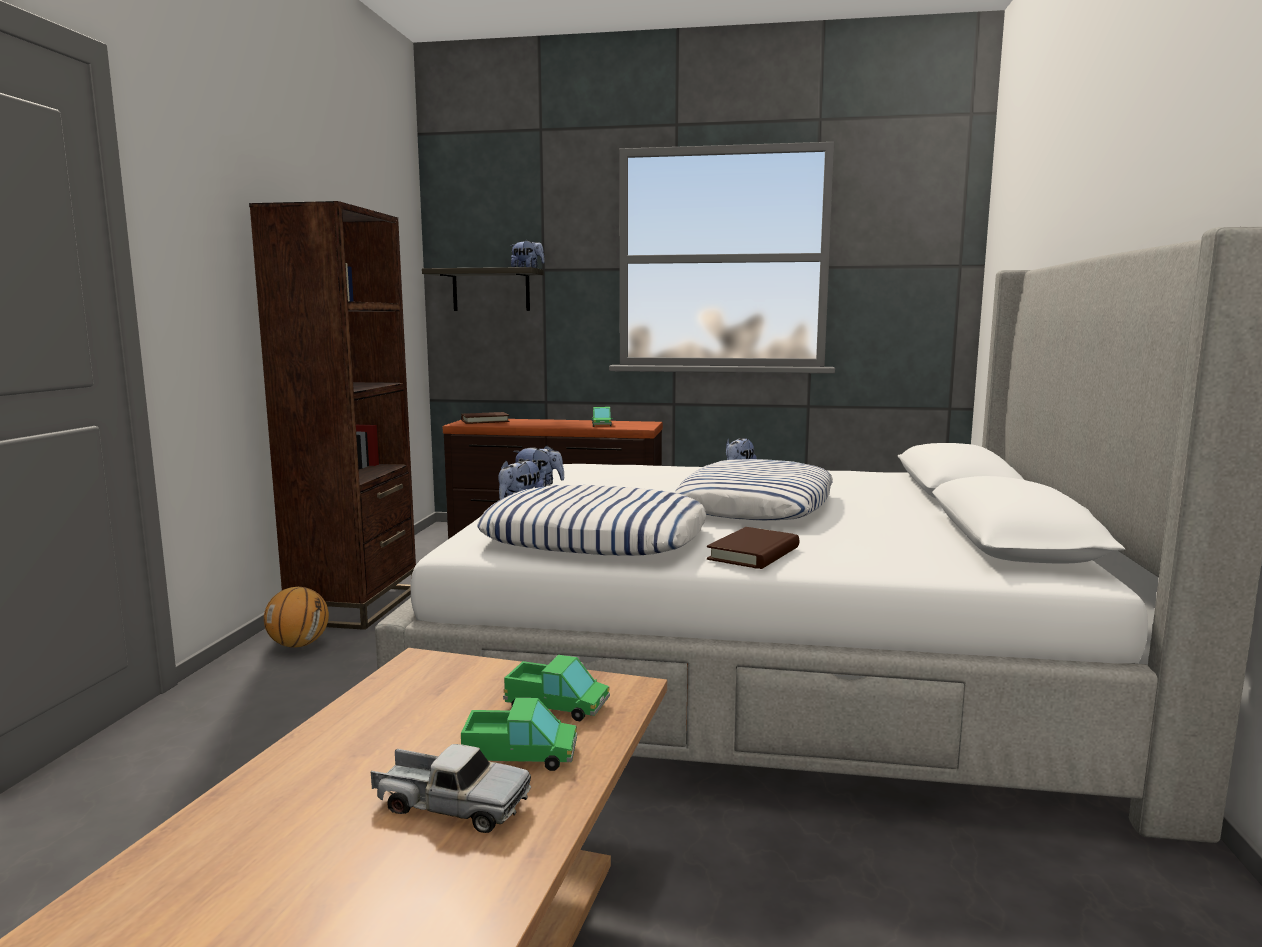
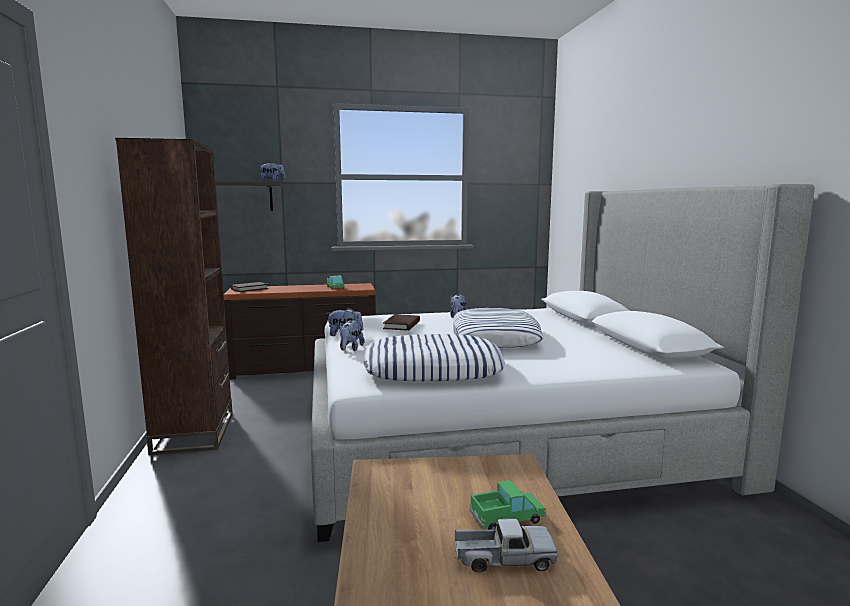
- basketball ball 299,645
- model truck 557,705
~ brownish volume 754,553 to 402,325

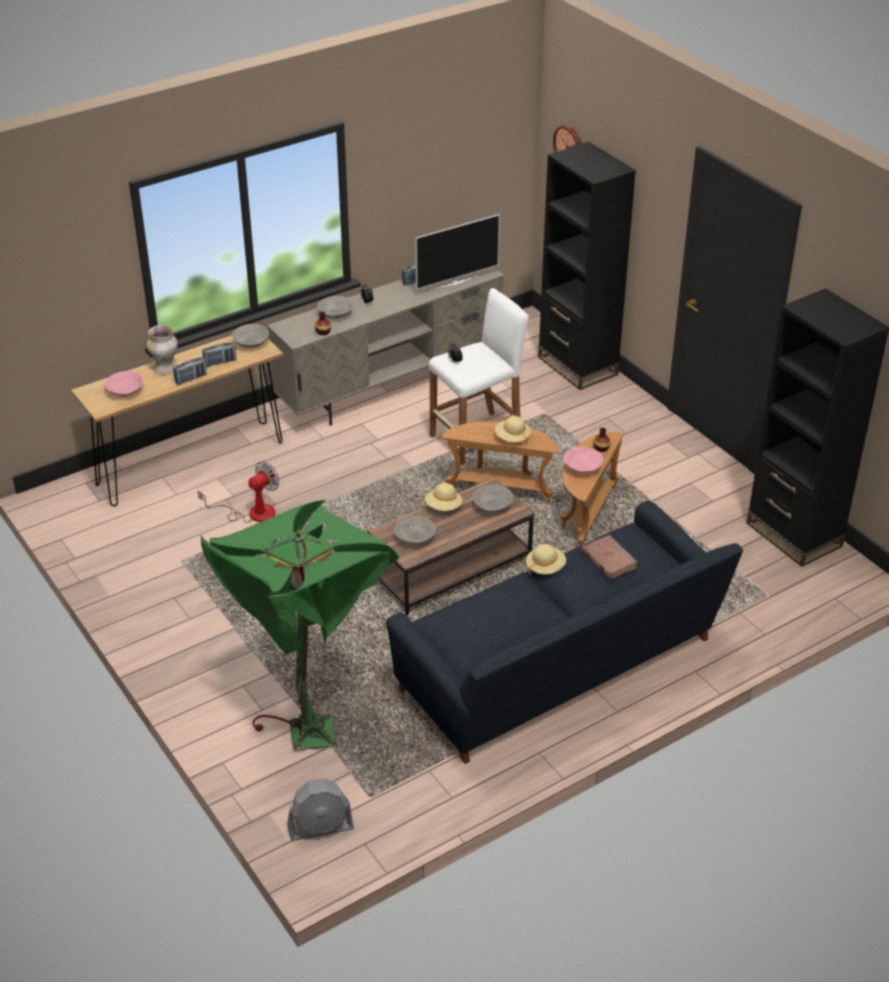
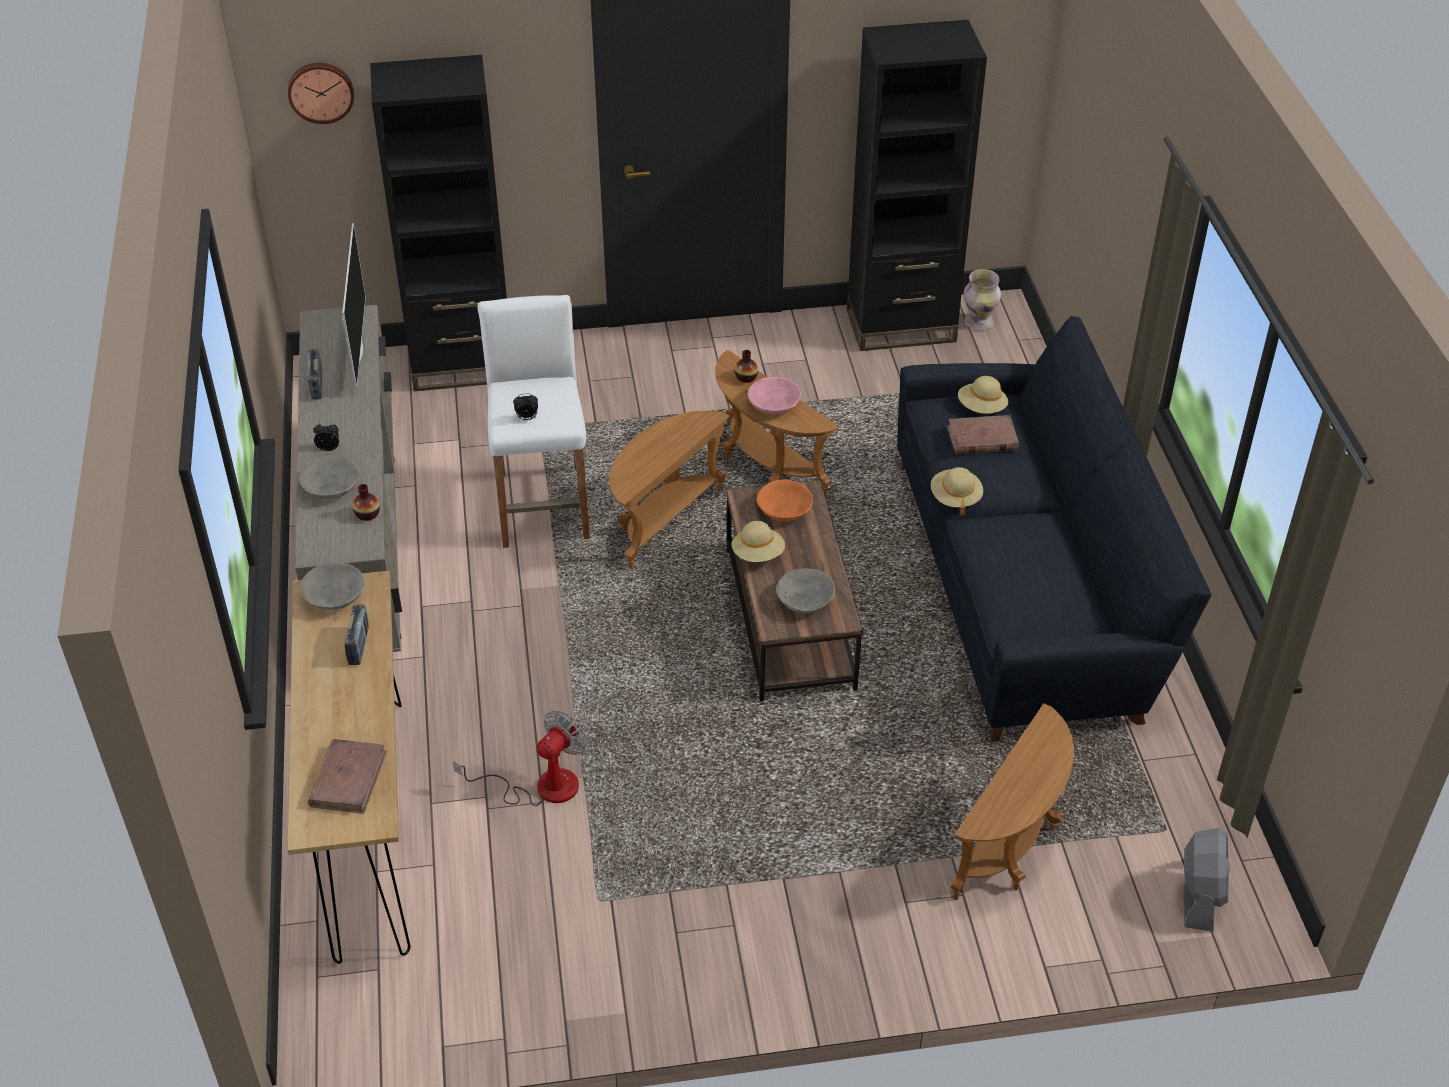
- radio set 191,379
~ decorative vase 165,368 to 979,322
~ beige hat 512,438 to 981,408
~ pink-coloured deep dish 125,391 to brownish volume 348,779
~ green floor lamp 312,723 to brownish accent table 1012,848
~ greyish deep dish 492,506 to orange deep dish 784,510
~ fan 252,513 = 541,786 60 degrees clockwise

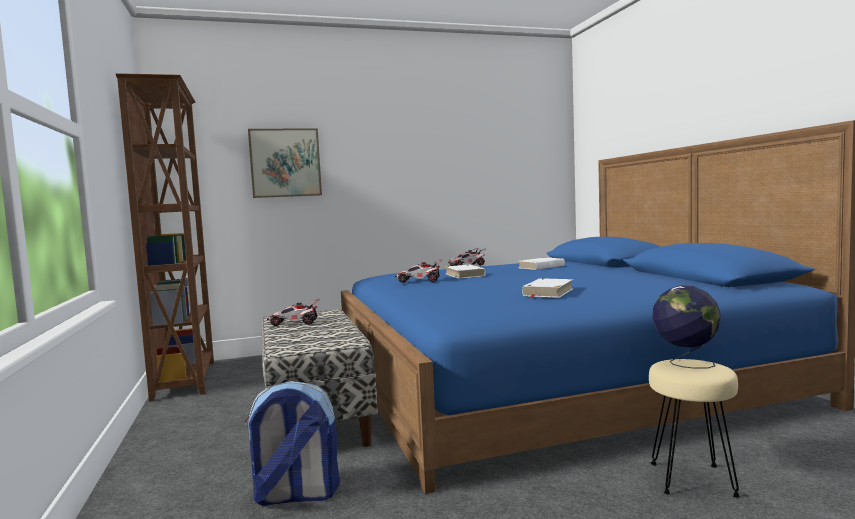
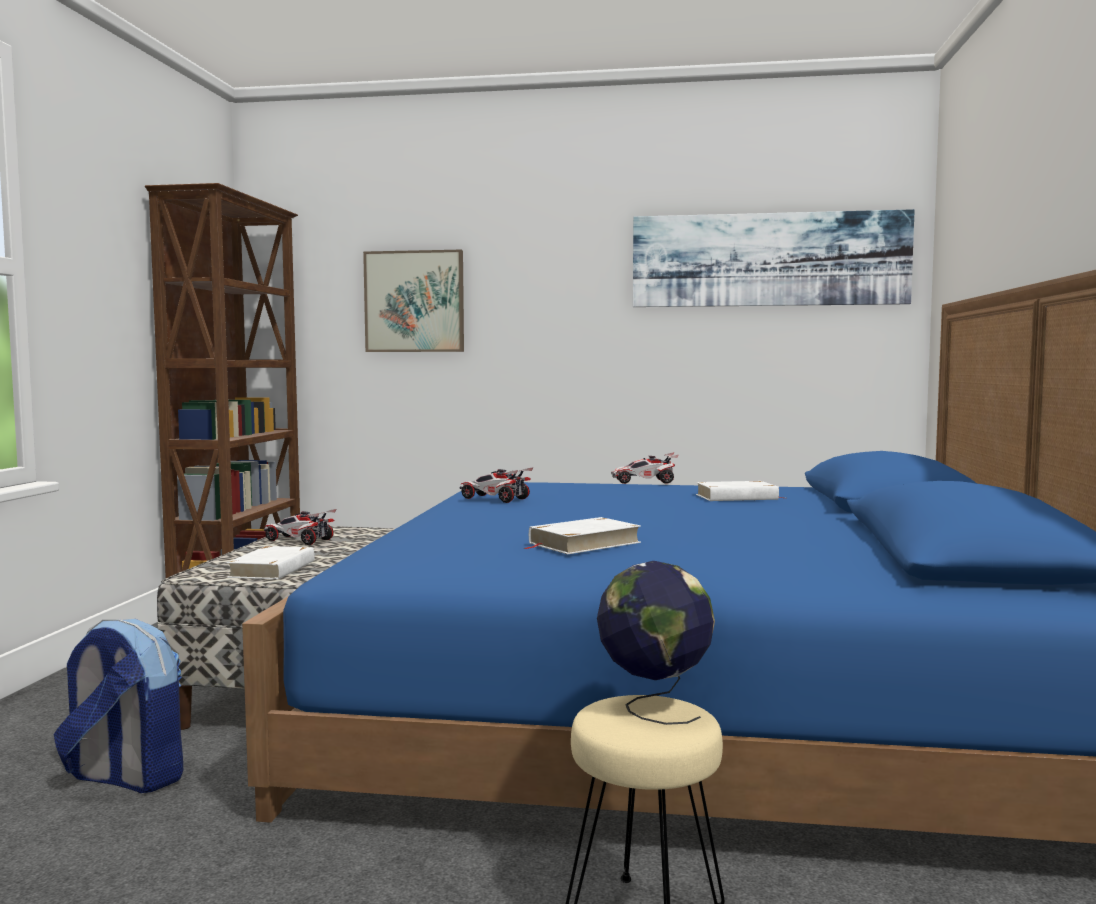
+ picture 769,260
~ white-coloured volume 465,275 to 273,569

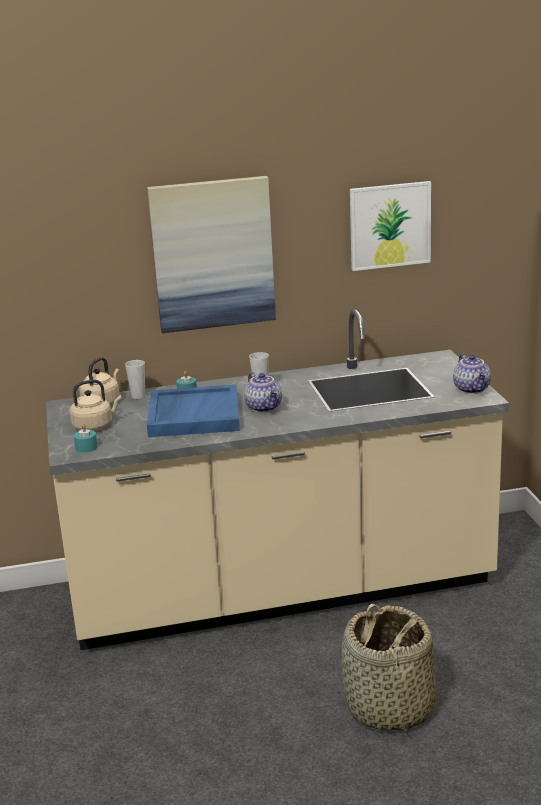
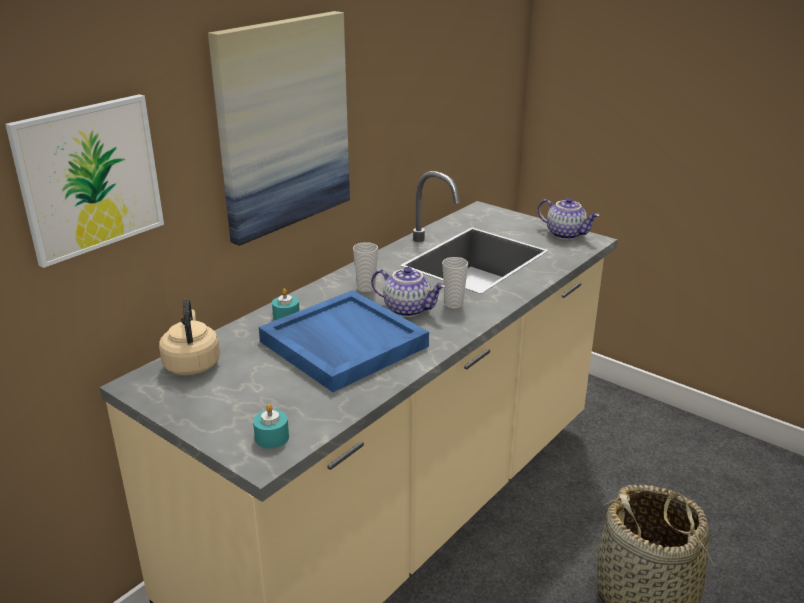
- beige kettle 95,426
~ drinking cup 138,396 to 453,304
~ picture 390,225 to 89,178

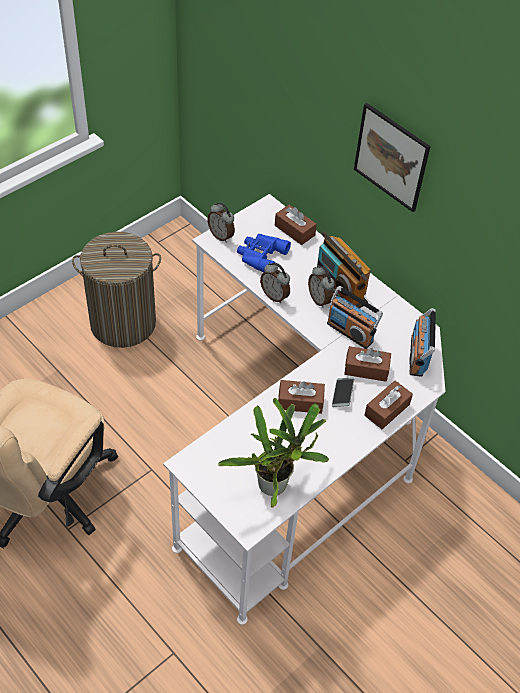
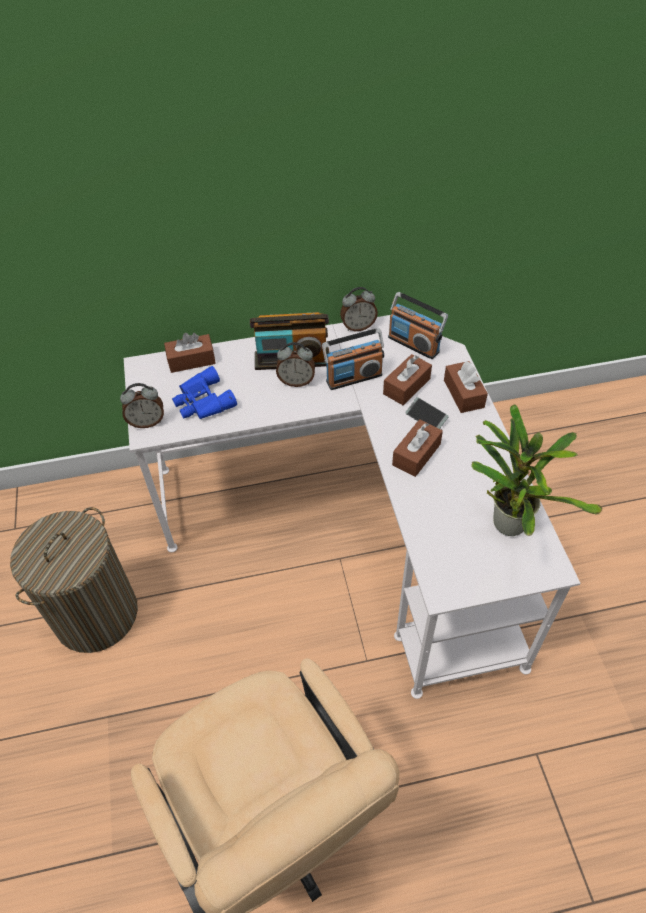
- picture 391,157
~ table clock 275,296 to 358,326

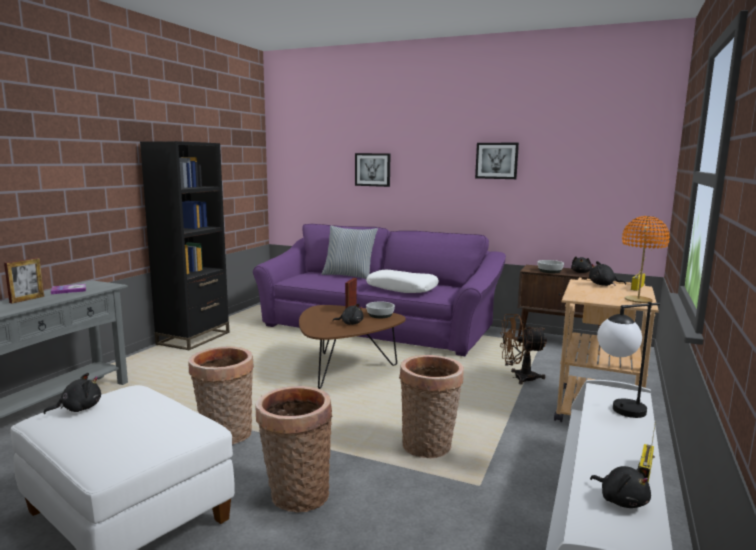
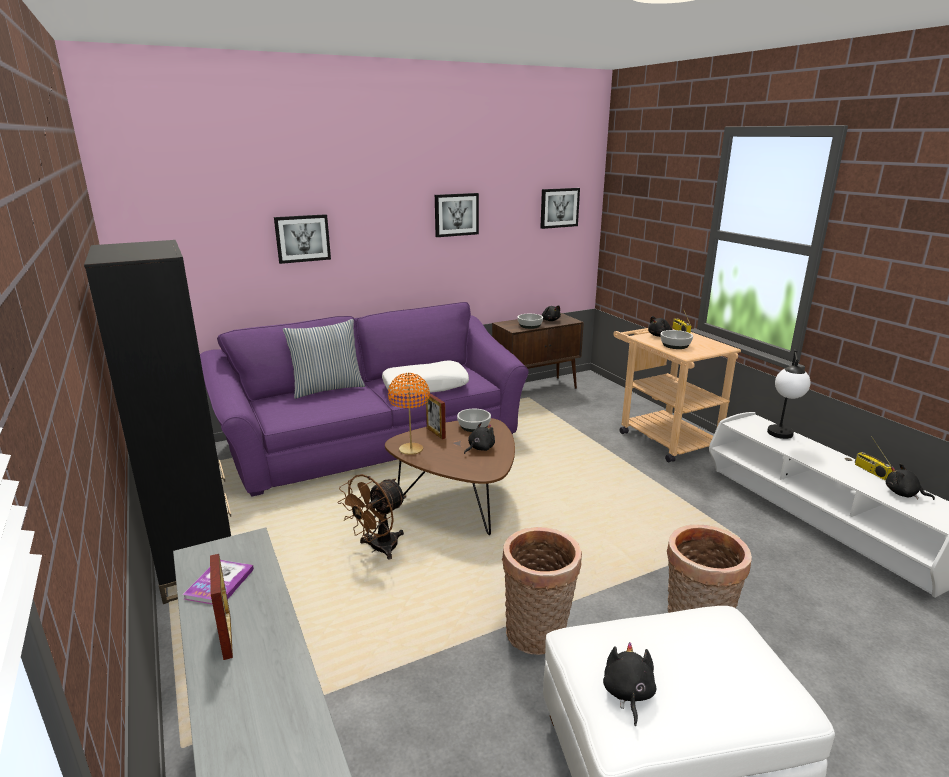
- basket 429,447
+ picture 559,208
+ deep dish 675,345
~ brownish fan 519,378 to 378,549
~ orange lamp for a table 637,300 to 410,450
~ blackish soft toy 621,500 = 903,494 150 degrees counterclockwise

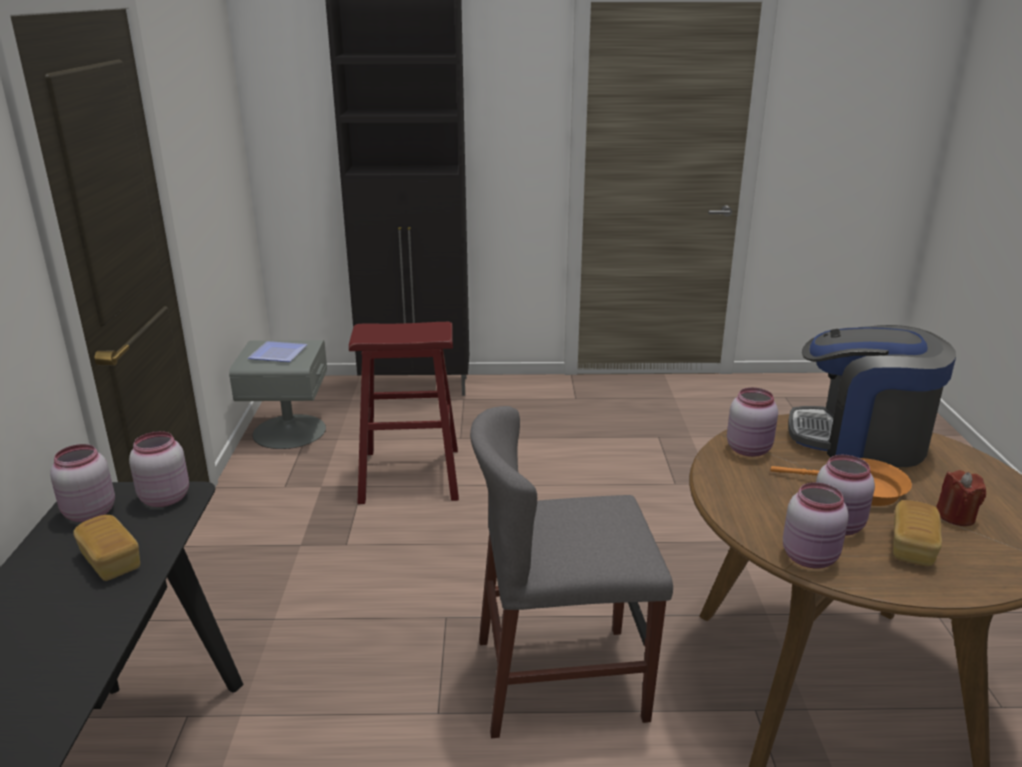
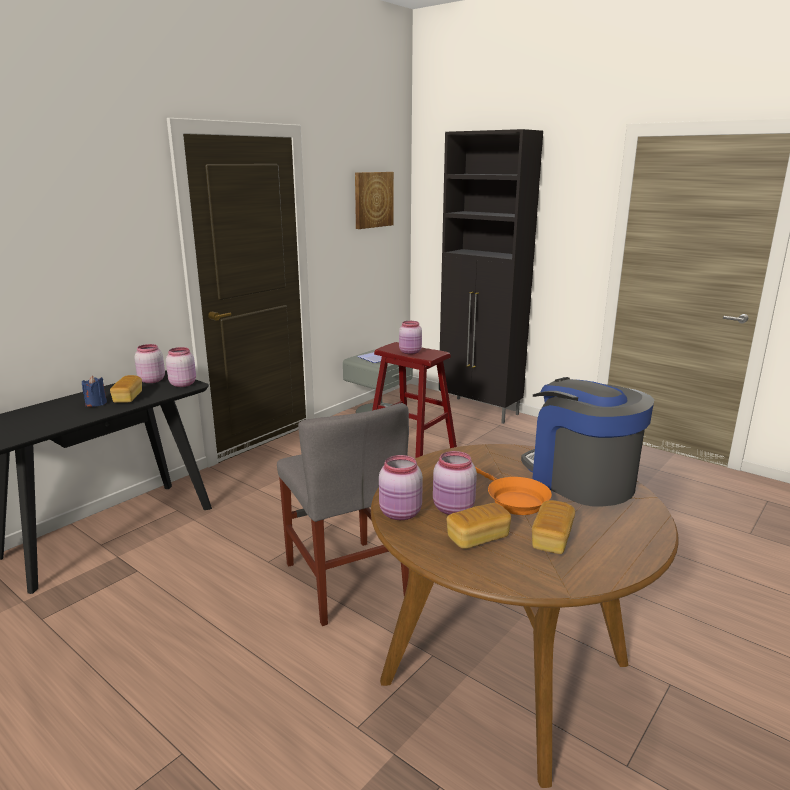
+ blue wax light 96,403
+ picture 373,199
~ pink-coloured storage jar 750,449 to 410,352
~ red wax light 955,516 to baked bread 552,539
~ greyish plain chair 561,679 = 346,579 150 degrees counterclockwise

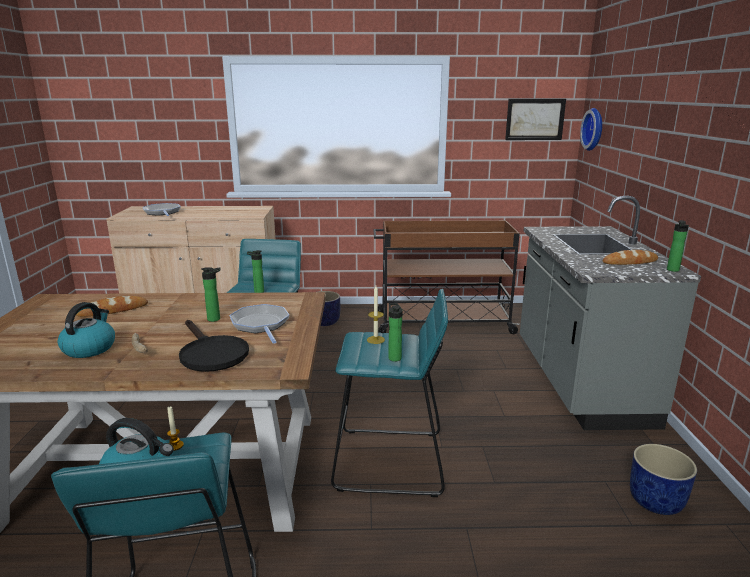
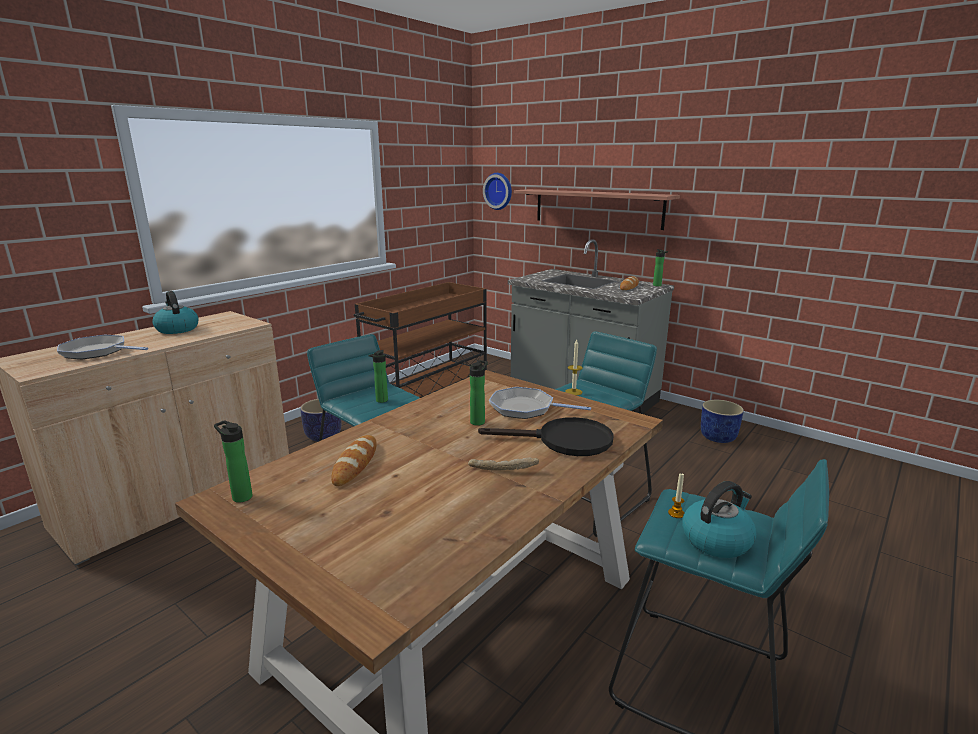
- picture 535,119
+ wall shelf 597,208
~ kettle 89,348 to 177,329
~ bottle 394,357 to 240,496

